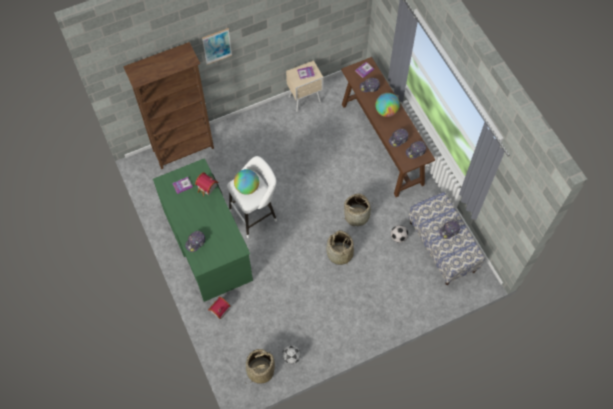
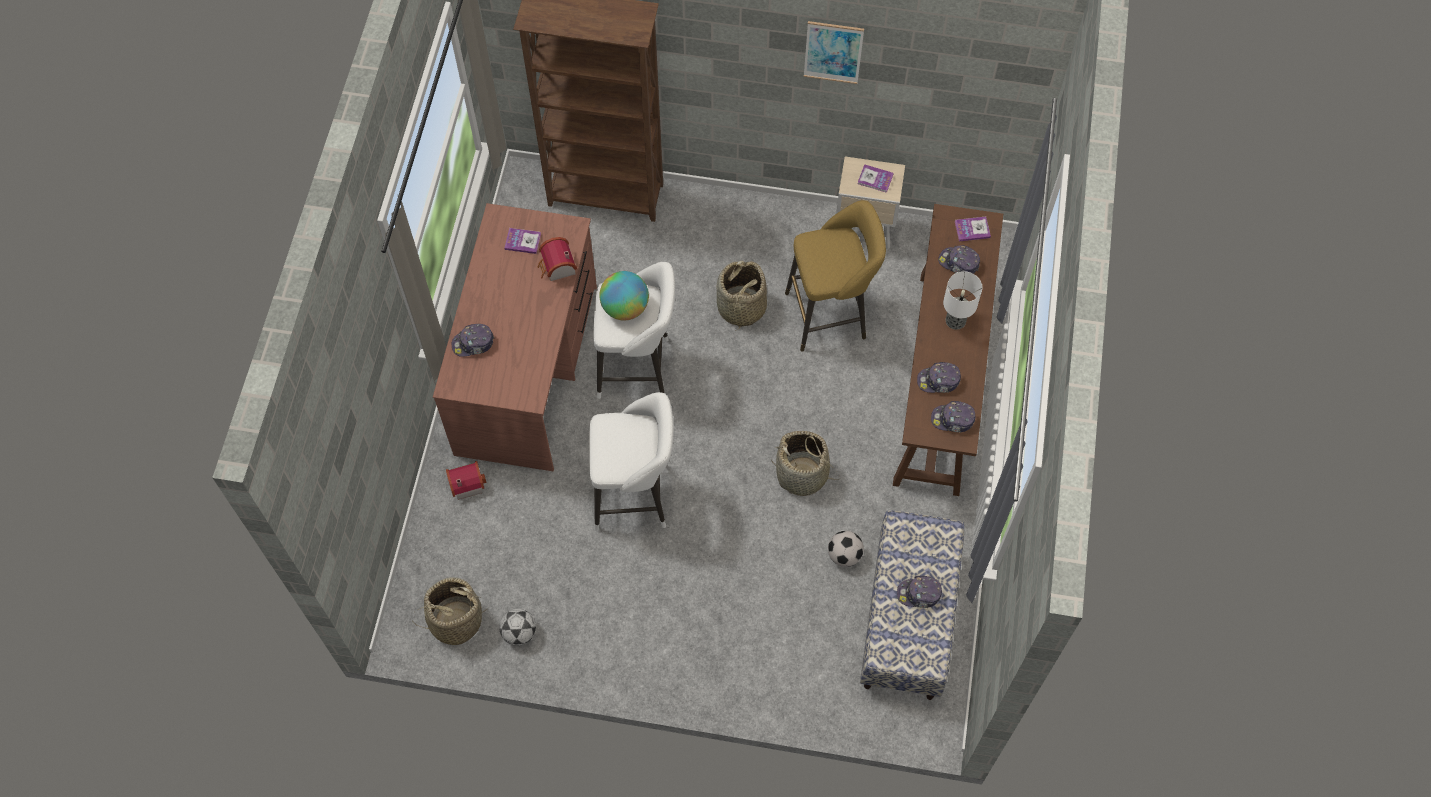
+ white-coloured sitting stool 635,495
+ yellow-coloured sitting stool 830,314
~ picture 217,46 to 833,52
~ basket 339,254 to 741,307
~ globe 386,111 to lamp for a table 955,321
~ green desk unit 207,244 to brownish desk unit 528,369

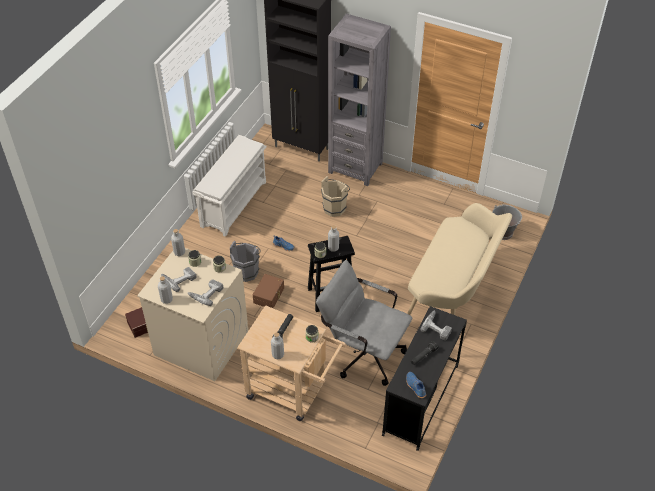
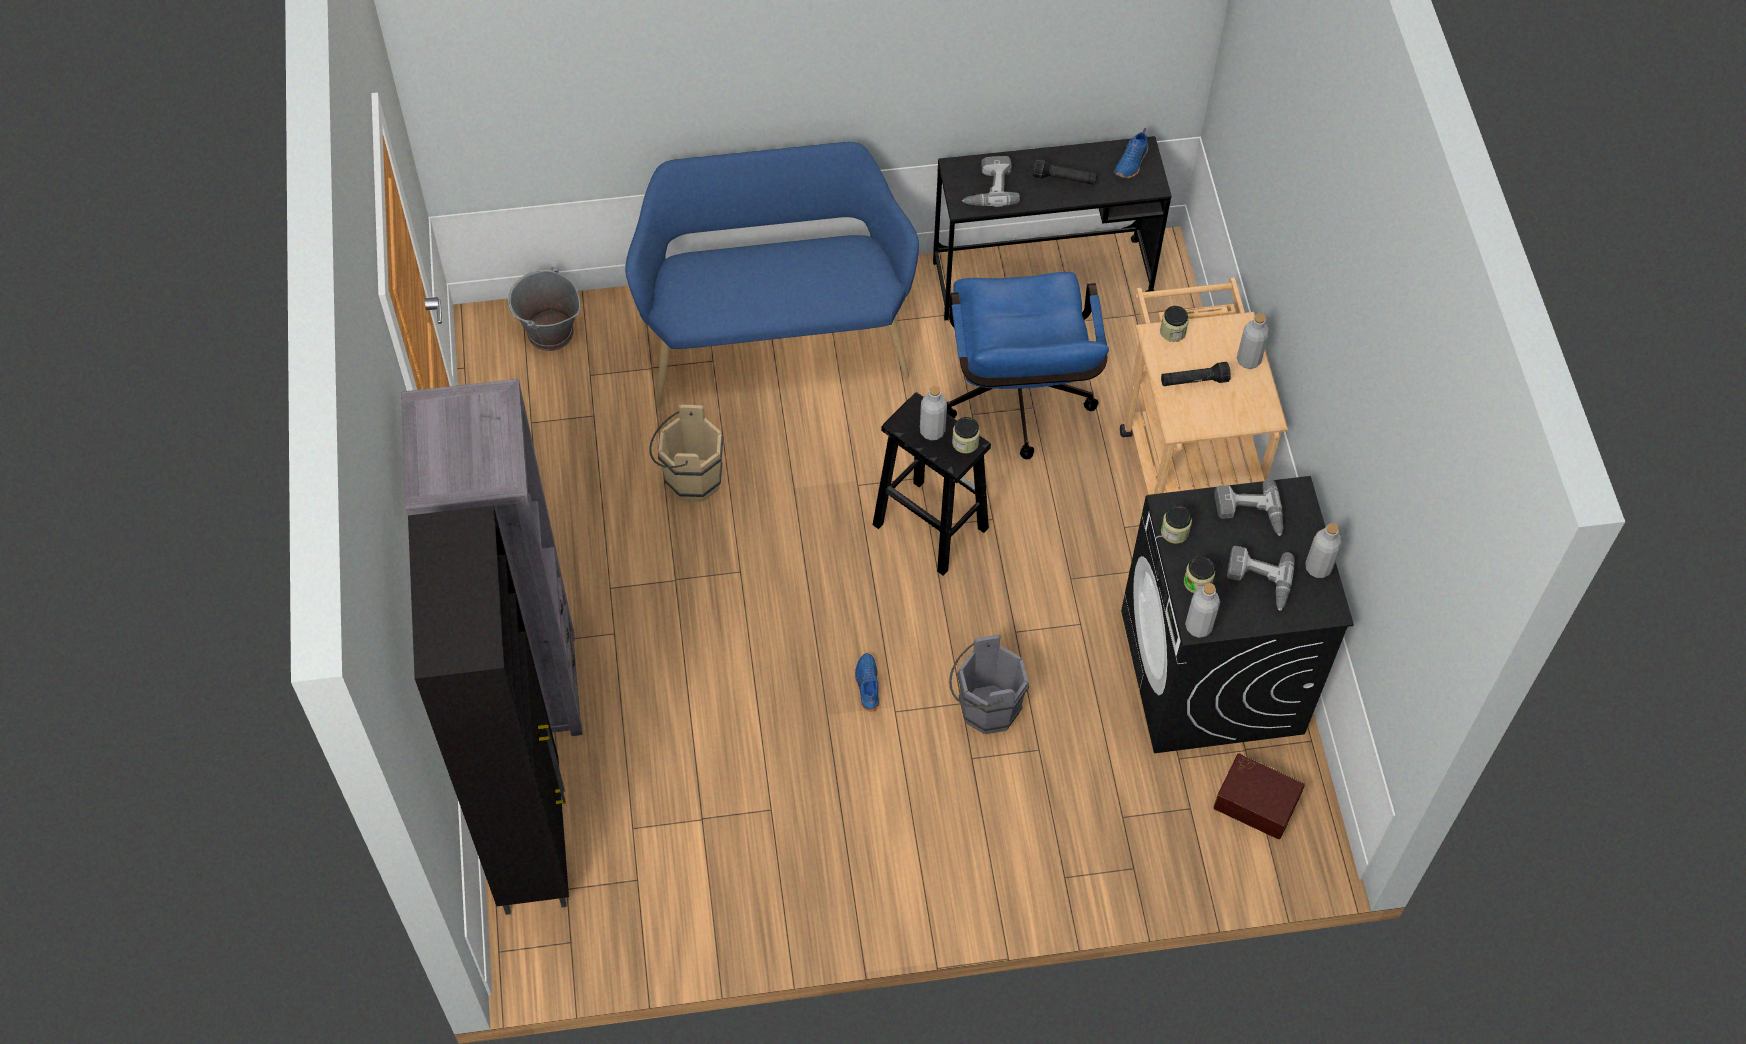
- white-coloured shoe rack 233,203
- brownish storage container 269,295
~ beige water bucket 335,207 to 689,479
~ beige washing machine 201,343 to blackish washing machine 1212,673
~ greyish office chair 362,352 to blue office chair 1017,407
~ beige indoor bench 453,294 to blue indoor bench 775,338

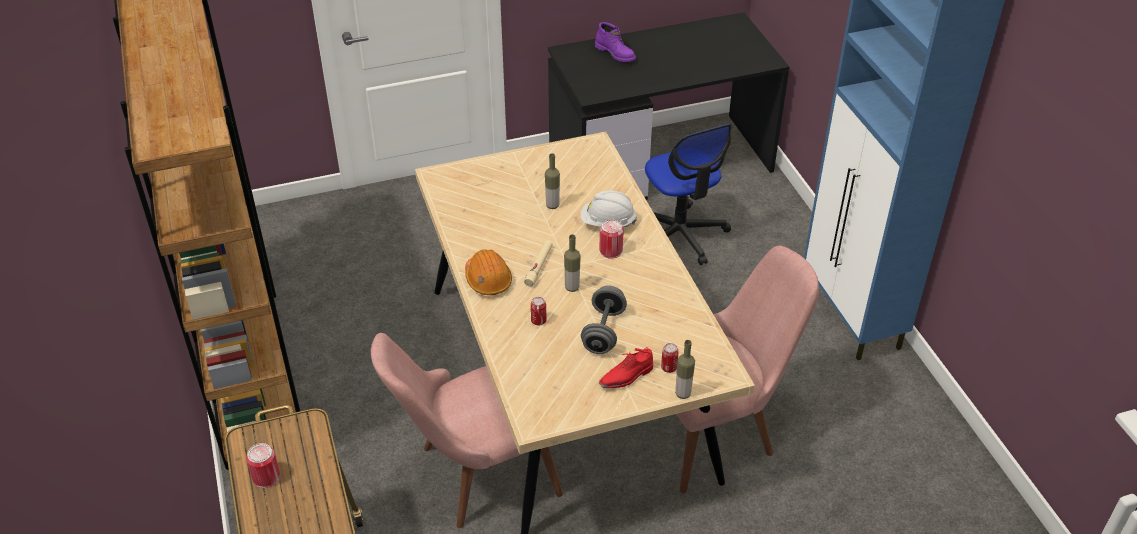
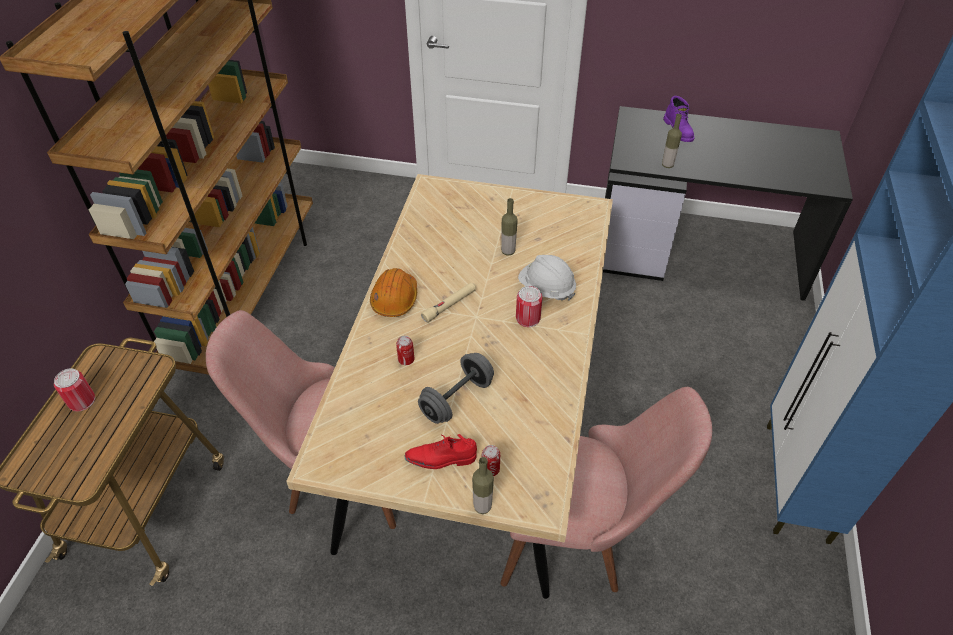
- office chair 680,235
~ bottle 572,287 to 667,165

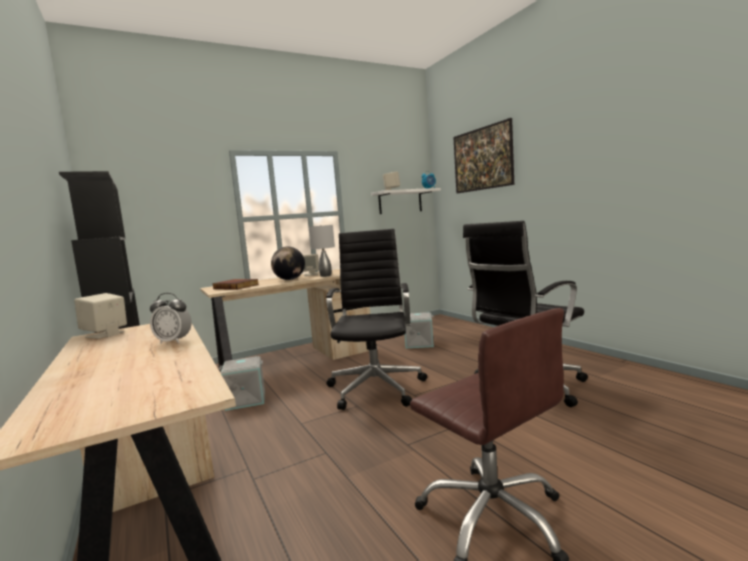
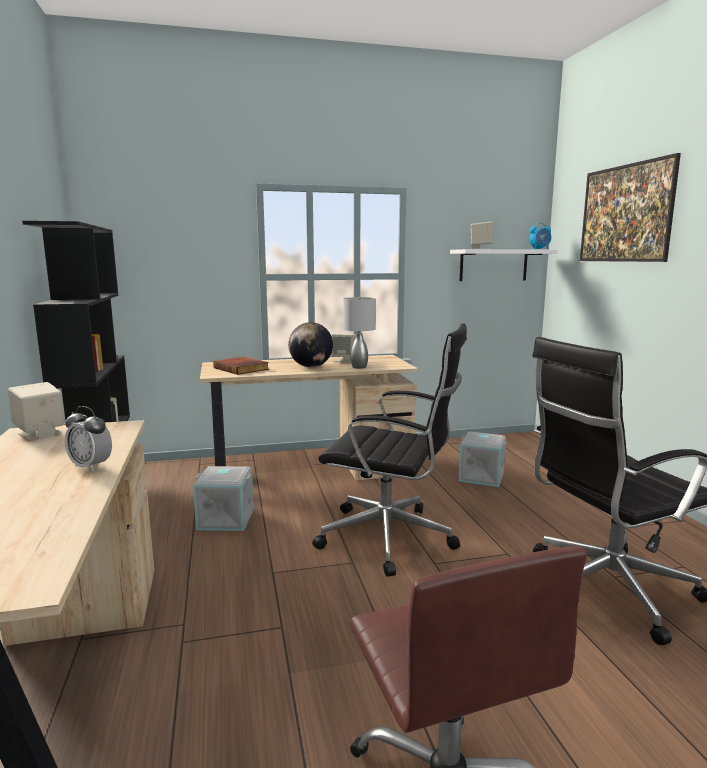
~ blackish office chair 376,387 = 391,538 90 degrees clockwise

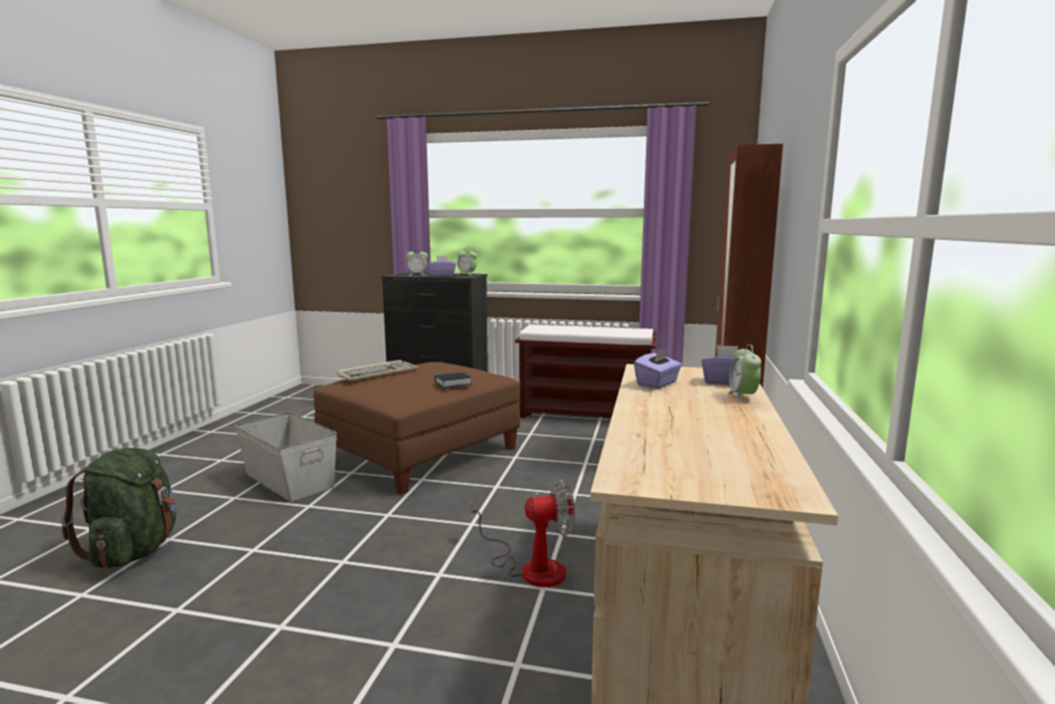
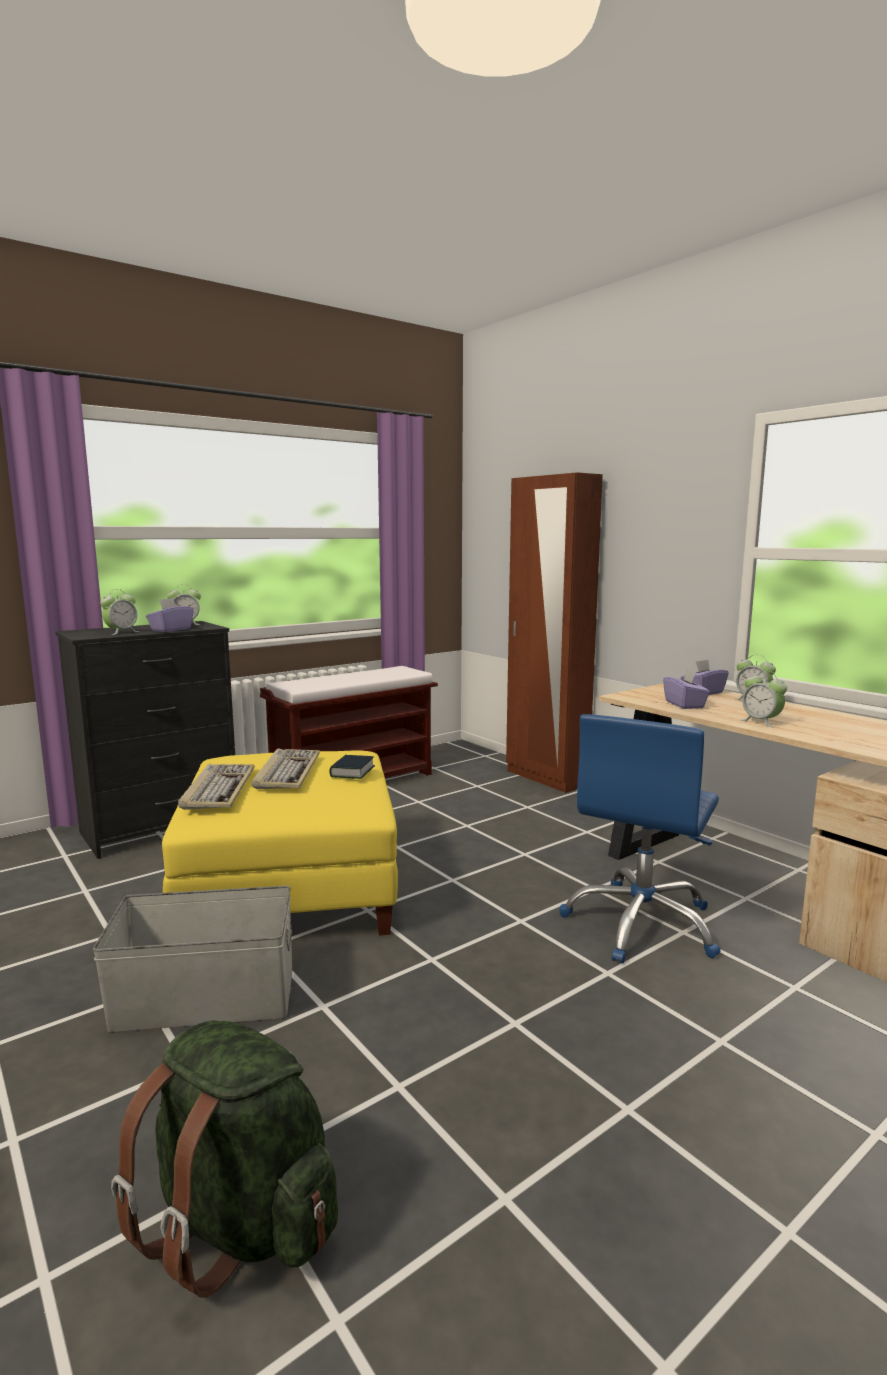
+ keyboard 287,772
+ table clock 761,722
~ fan 531,567 to blue office chair 641,924
~ brownish footrest 421,453 to yellow-coloured footrest 290,886

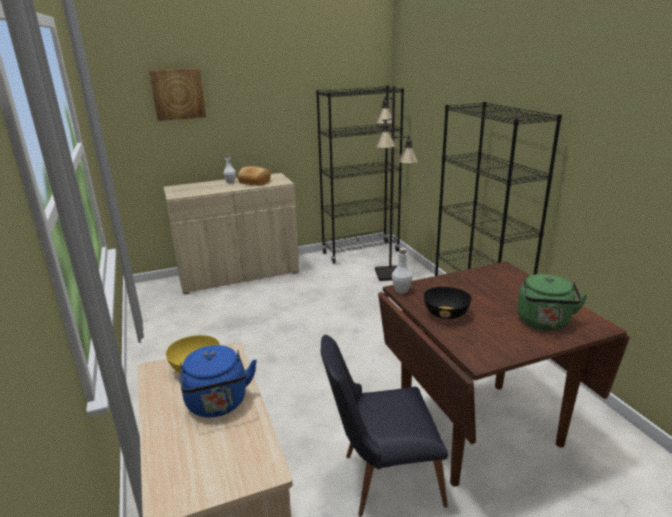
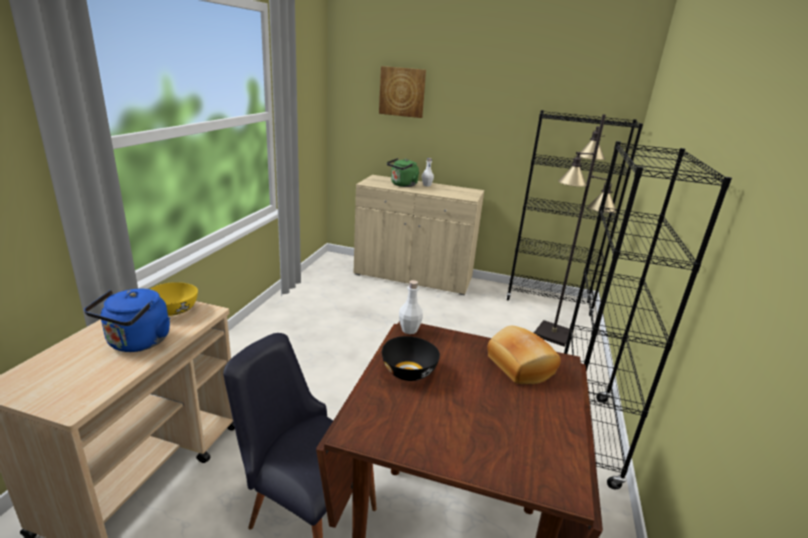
~ baked bread 254,183 to 519,366
~ green kettle 544,323 to 402,185

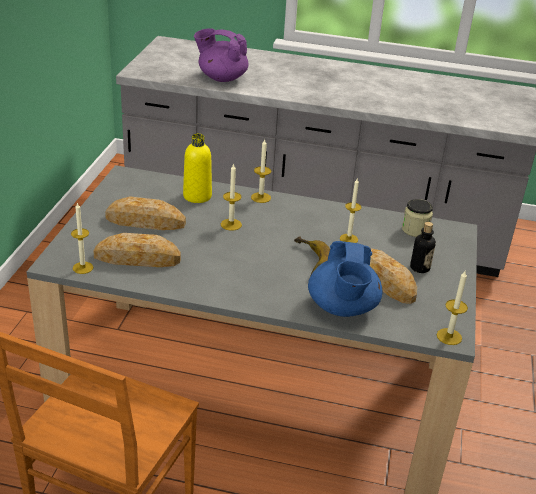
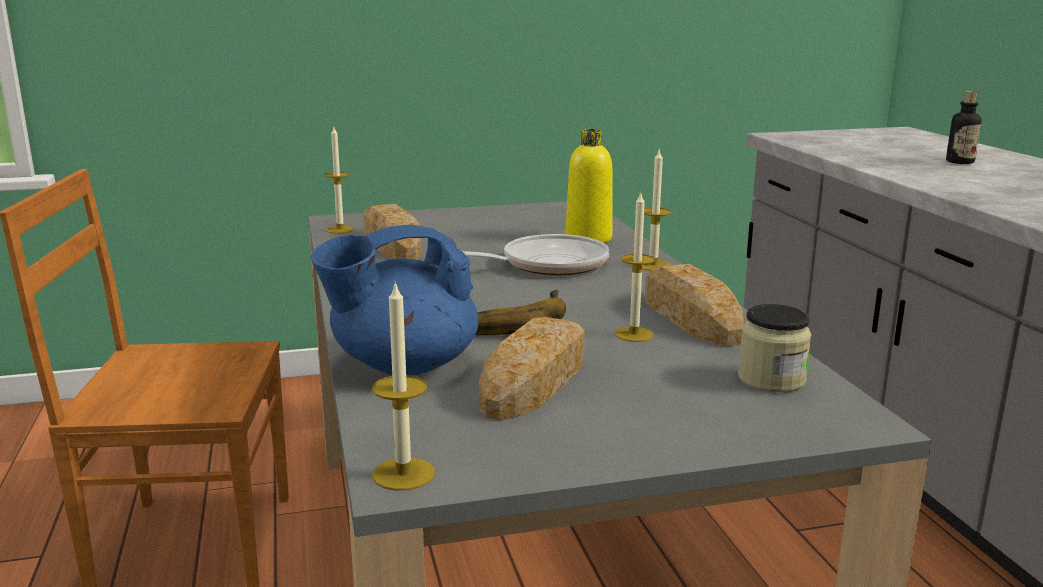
- purplish pot for tea 221,78
~ baked bread 145,221 to 690,317
~ bottle 420,268 to 960,162
~ wax light 231,224 to frying pan 545,265

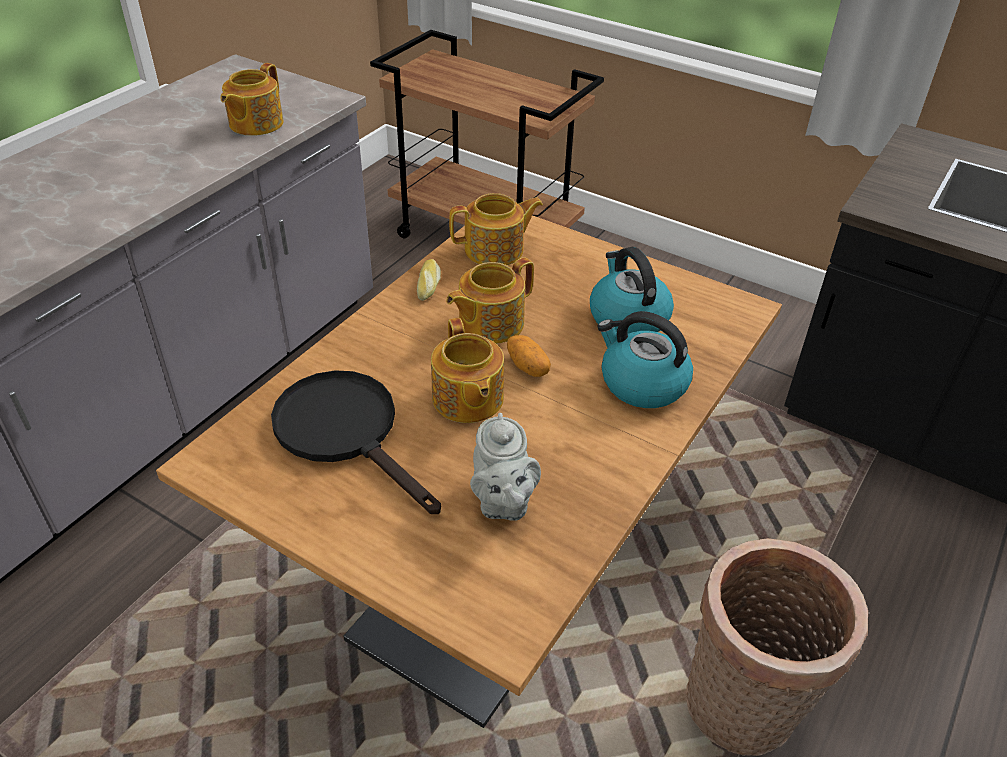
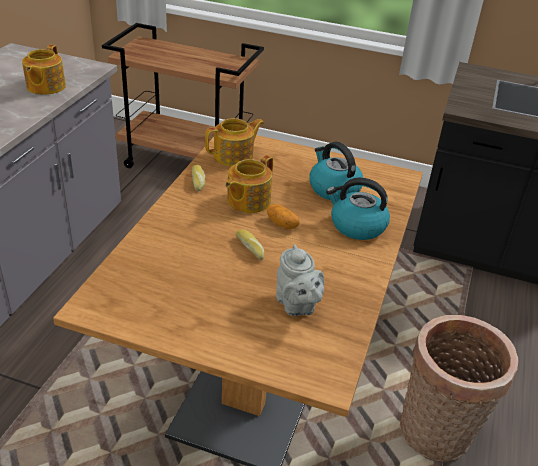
- blackish frying pan 347,433
~ pot for tea 467,399 to baked bread 251,248

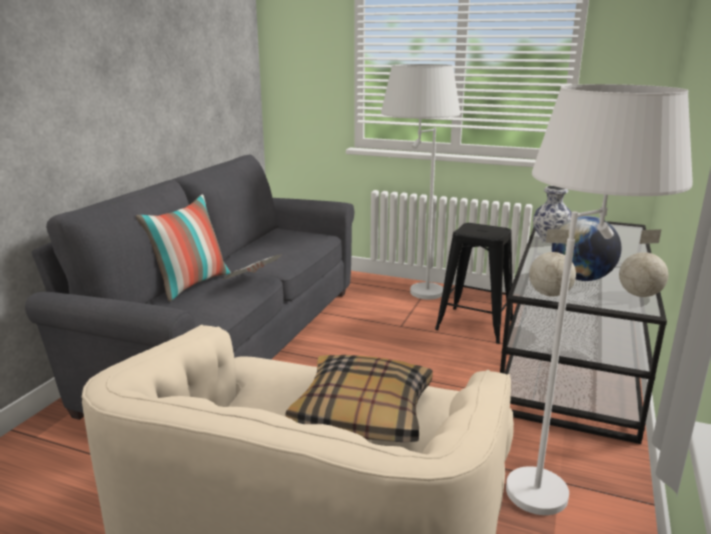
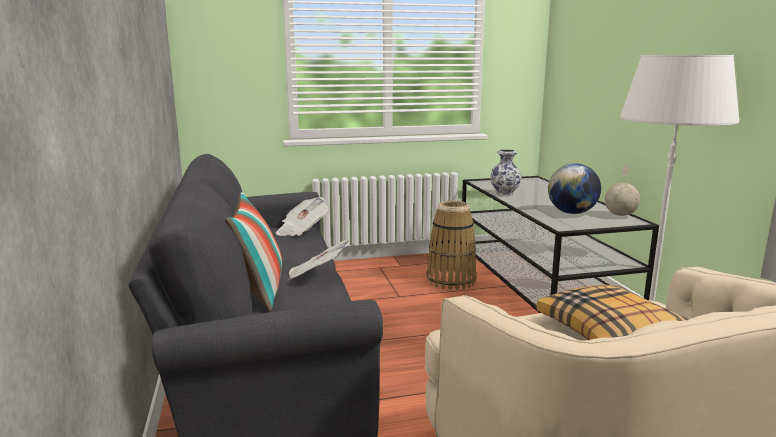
- white-coloured floor lamp 413,297
- globe 549,294
+ daily paper 302,231
~ blackish sitting stool 474,325 to basket 451,280

